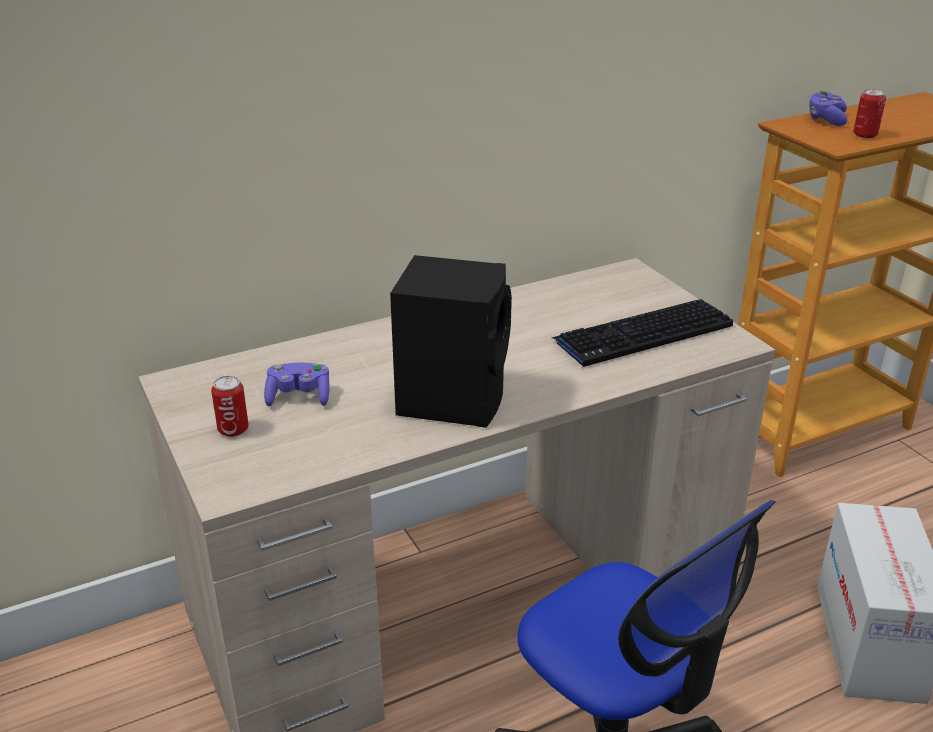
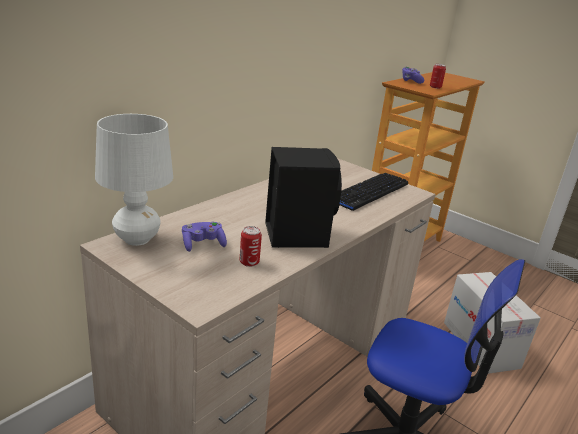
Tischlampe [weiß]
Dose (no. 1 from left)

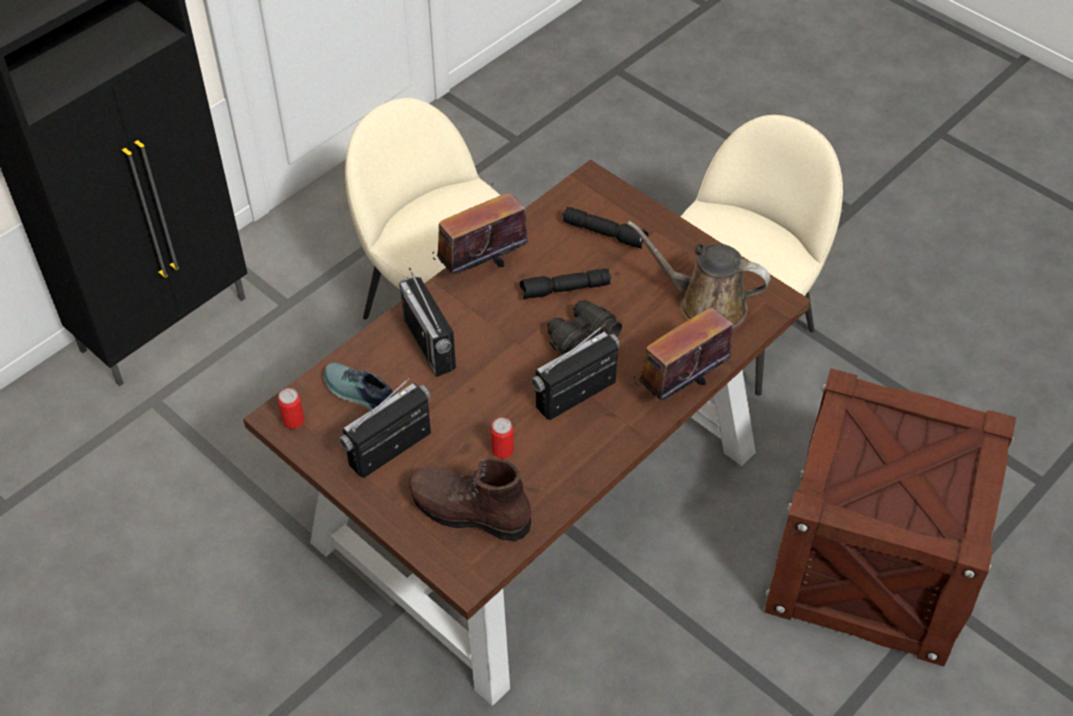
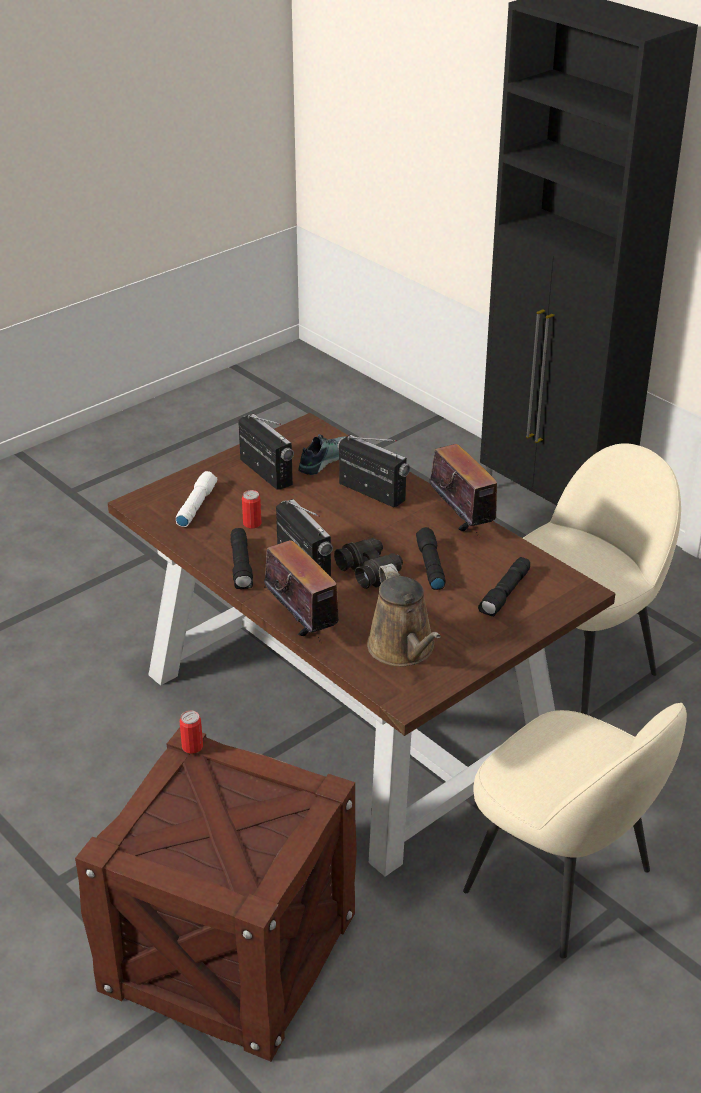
Taschenlampe [schwarz] (no. 1 from left)
Dose (no. 1 from left)
Taschenlampe [weiß]
Radio (no. 4 from left)
Gießkanne [braun]

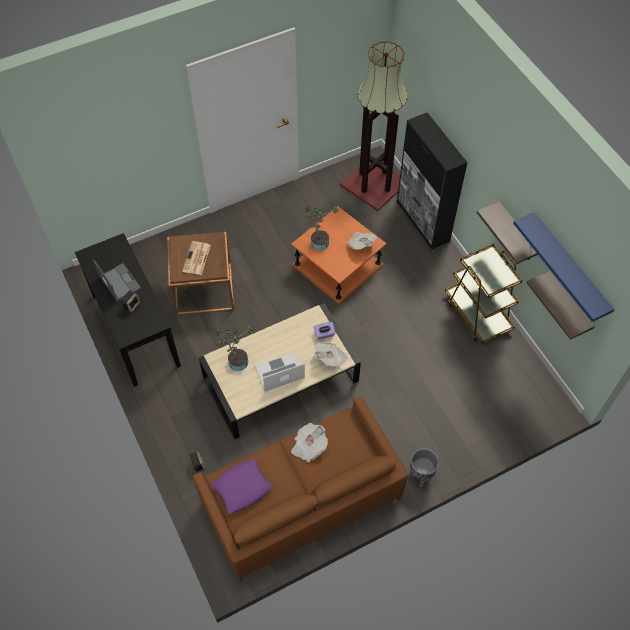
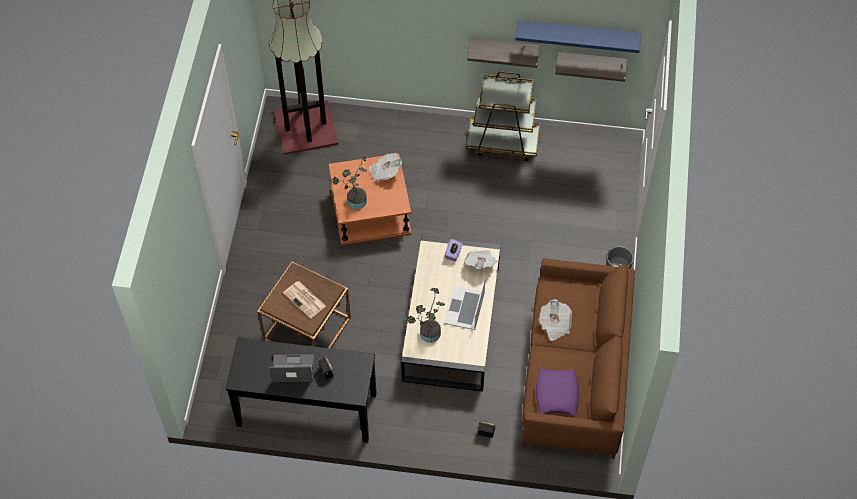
Schrank [schwarz]

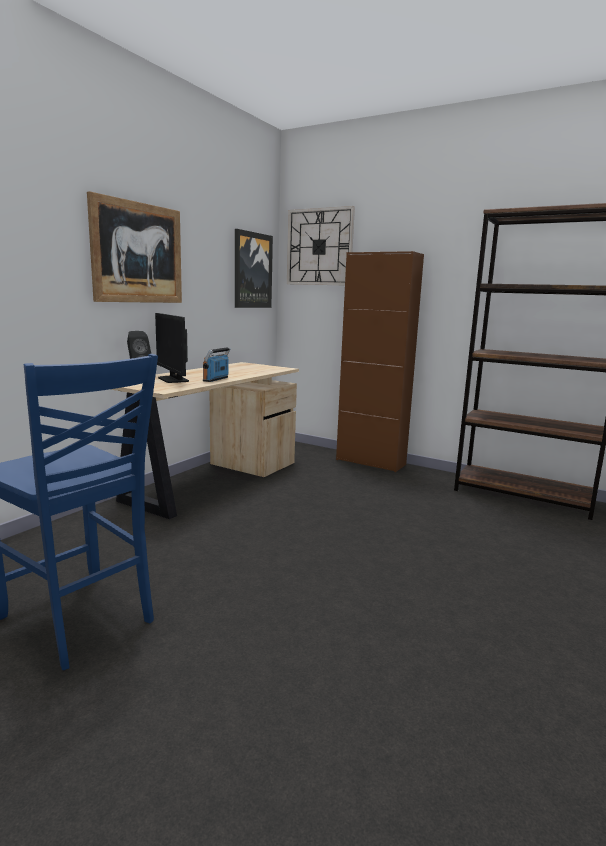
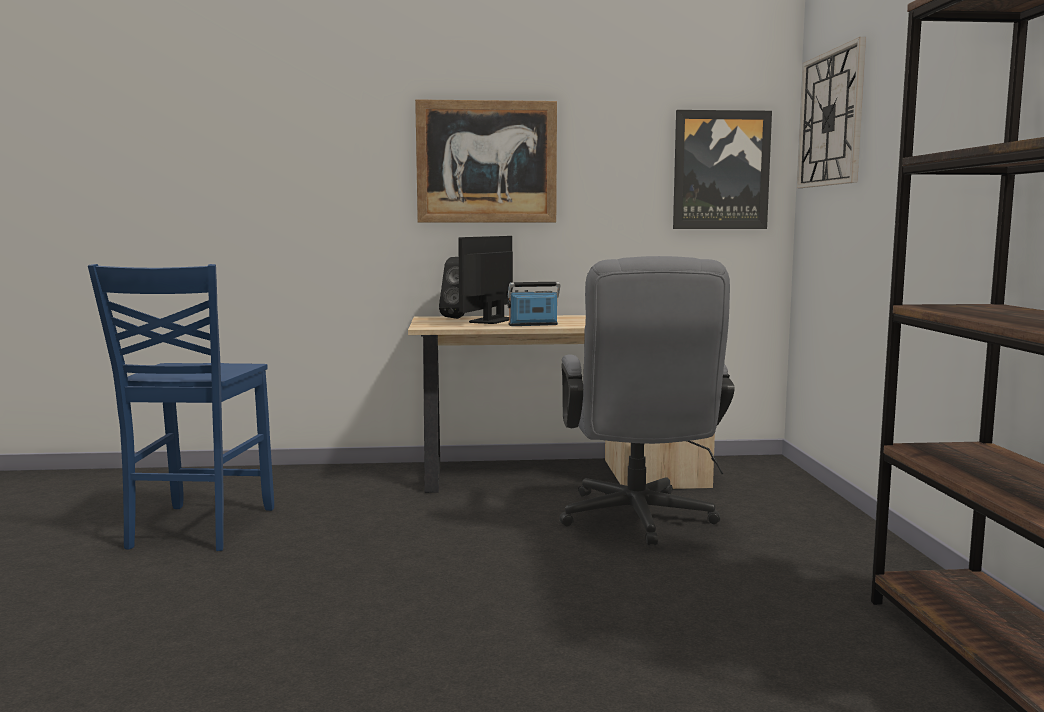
Schrank [braun]
Bürostuhl [grau]

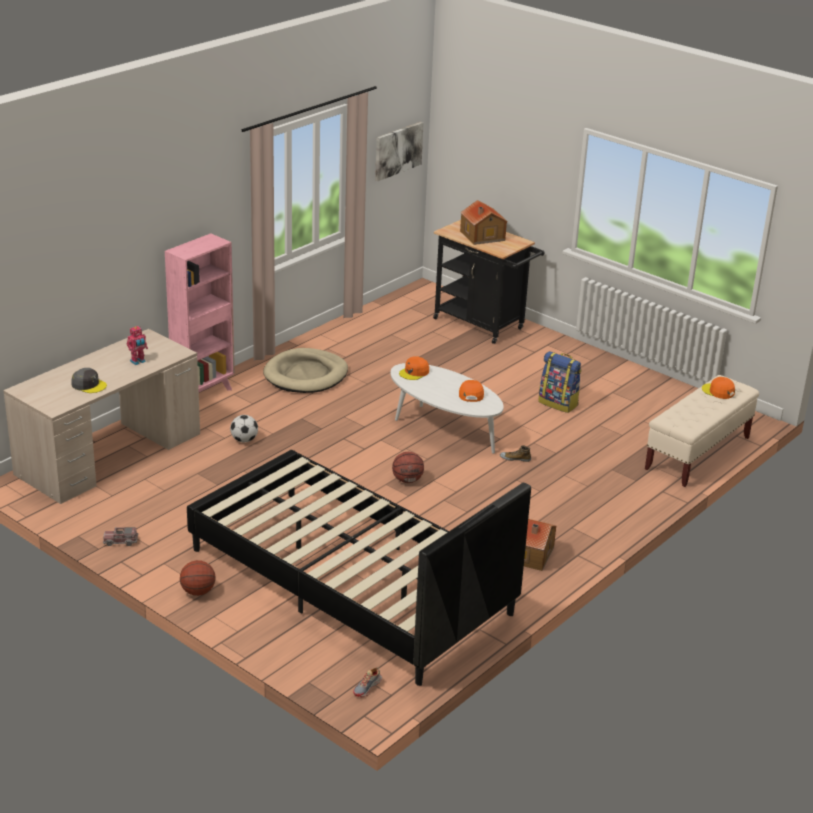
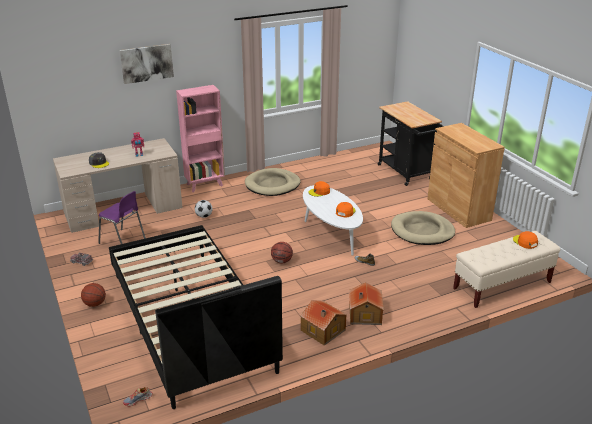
Stuhl [lila]
Schrank [braun]
Bild
Spielzeughaus (no. 2 from left)
Hundebett [beige] (no. 2 from left)

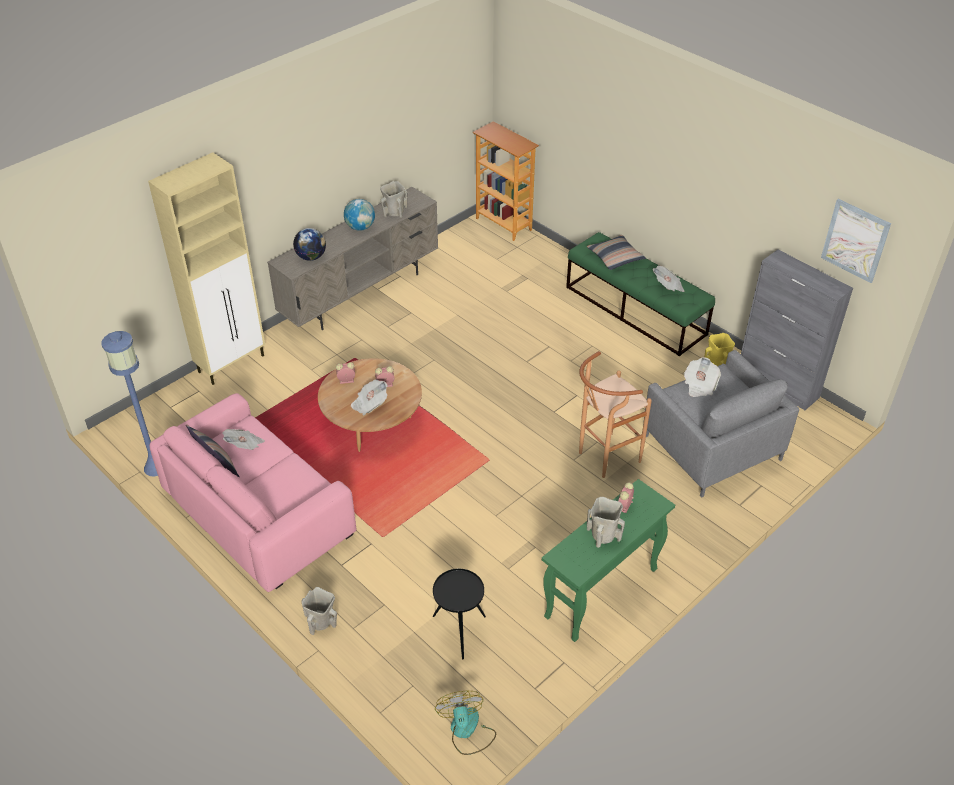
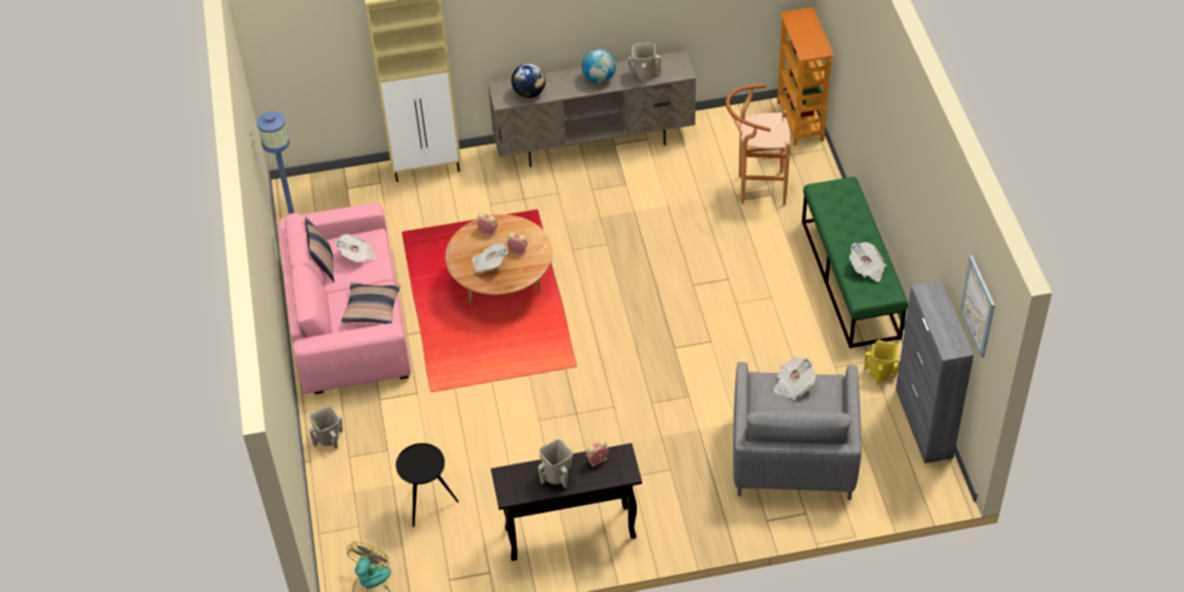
Hocker [braun]
Kissen (no. 2 from left)
Konsolentisch [schwarz]

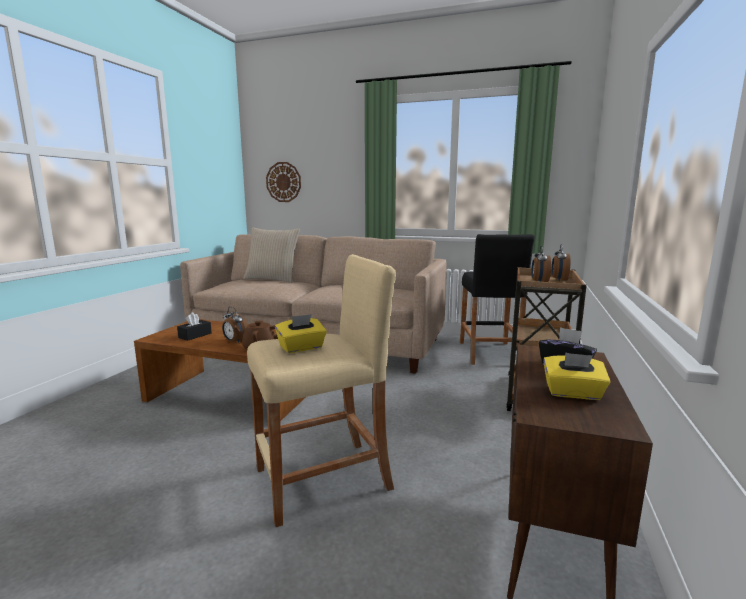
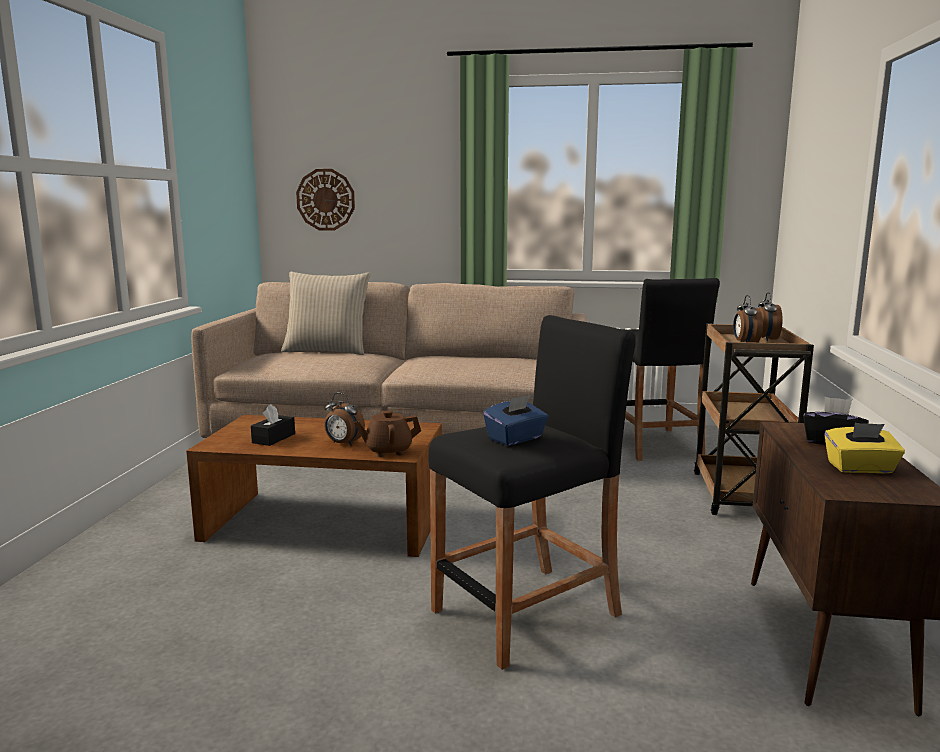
Hocker [schwarz] (no. 1 from left)
Taschentuchbox [blau]

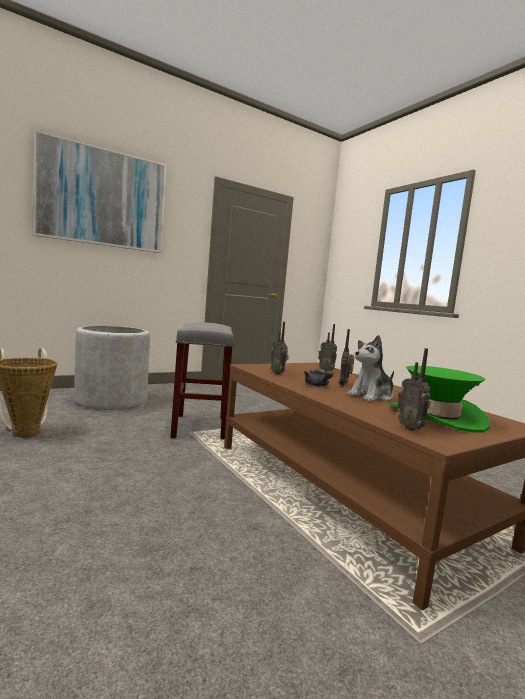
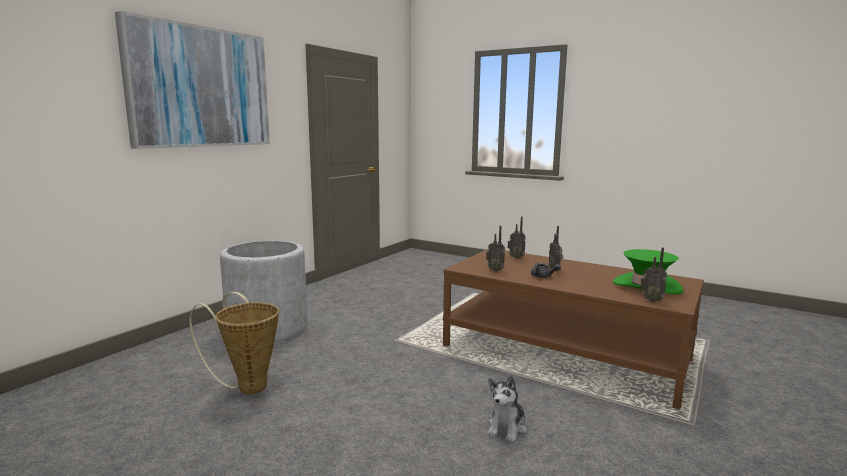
Hocker [grau]
Plüschtier

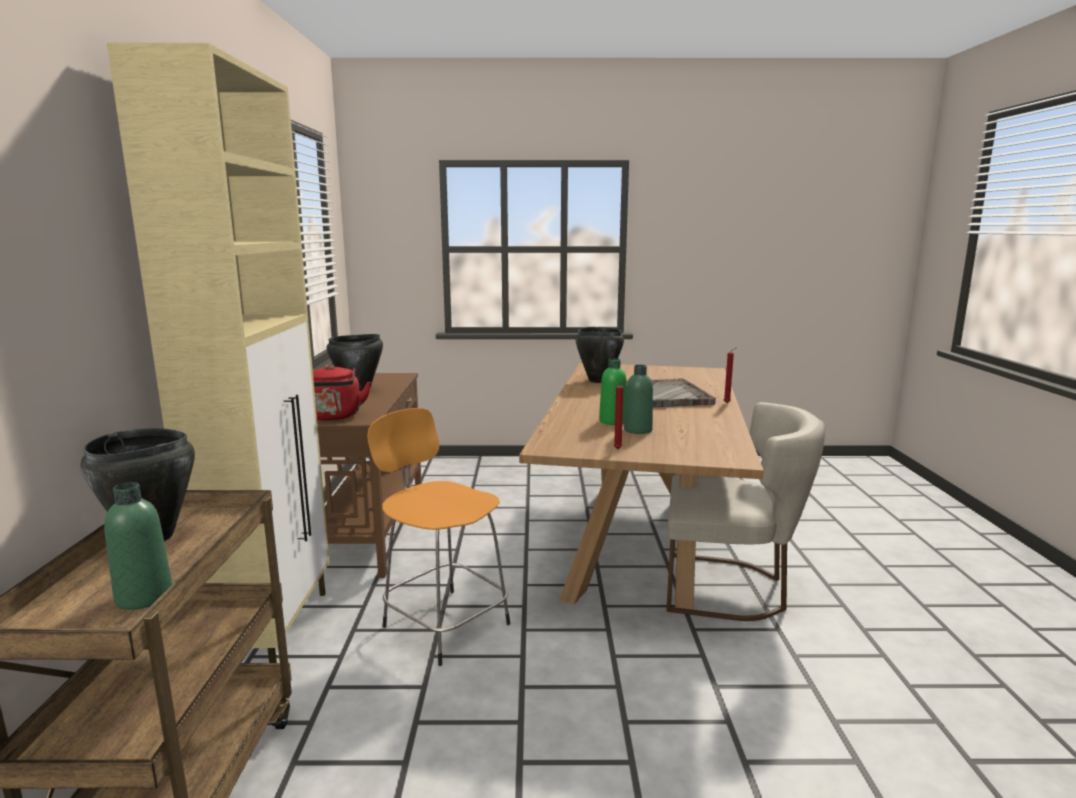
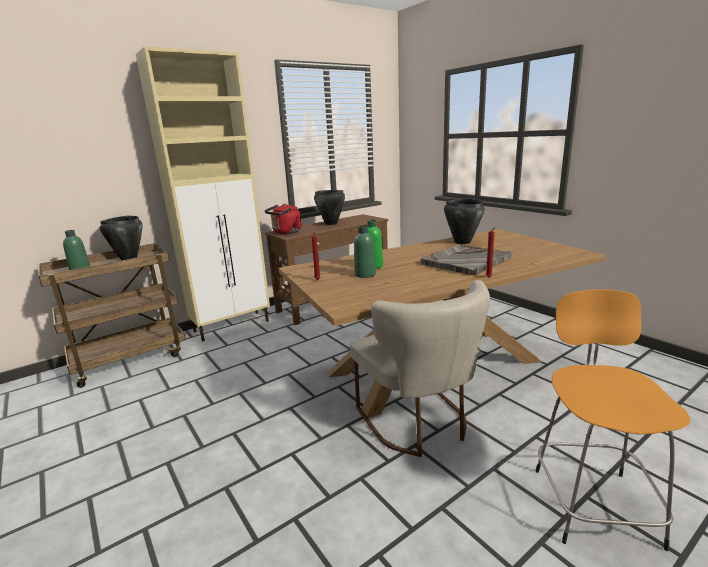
Hocker [orange]

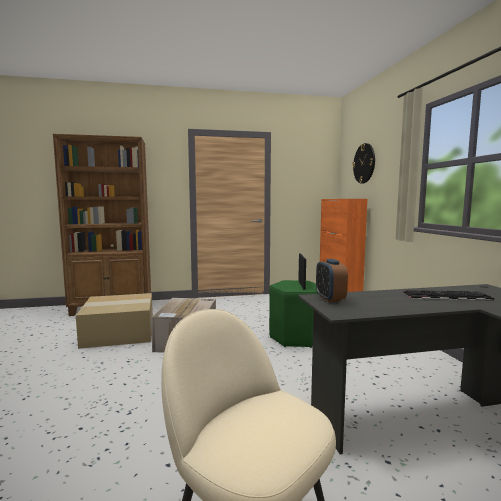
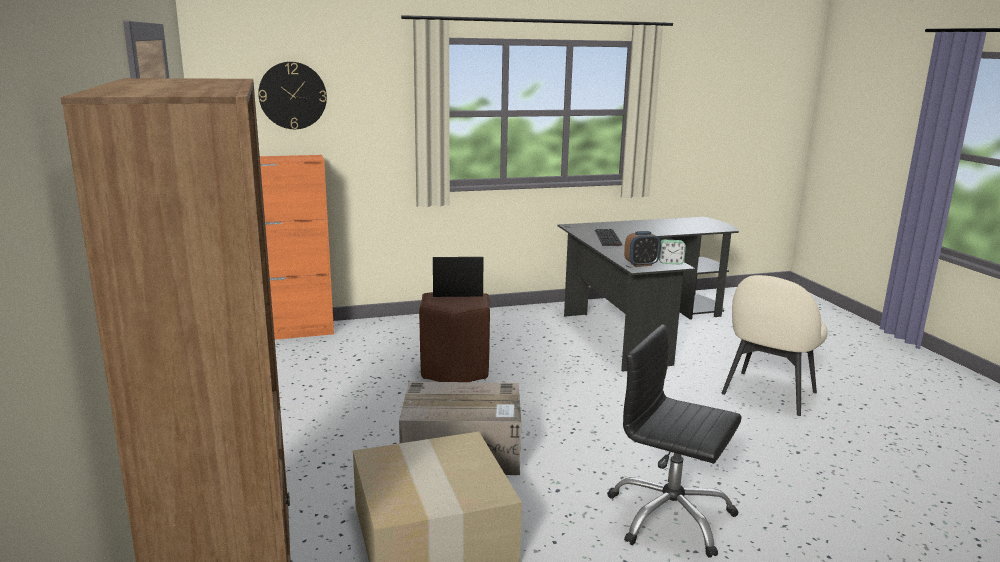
Bürostuhl [schwarz]
Wecker (no. 2 from left)
Hocker [braun]

